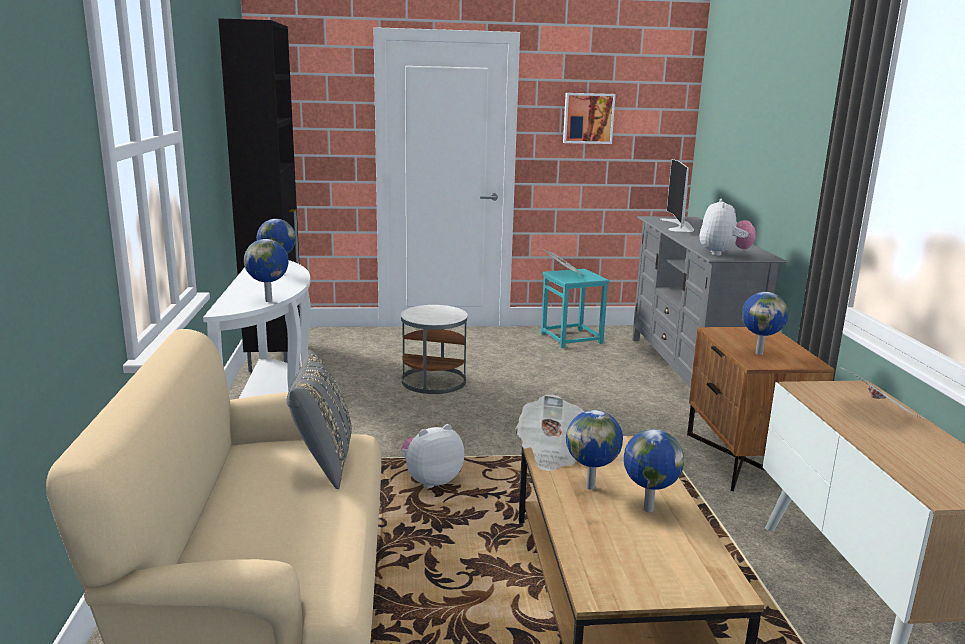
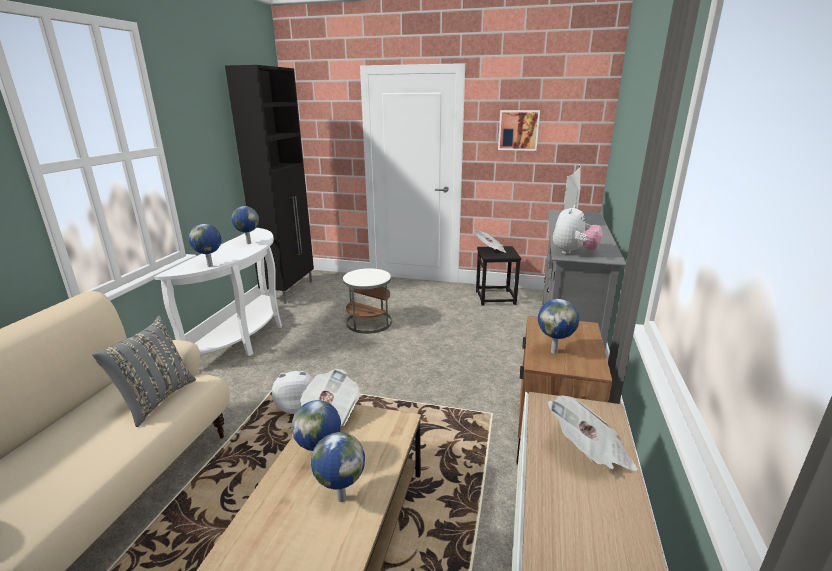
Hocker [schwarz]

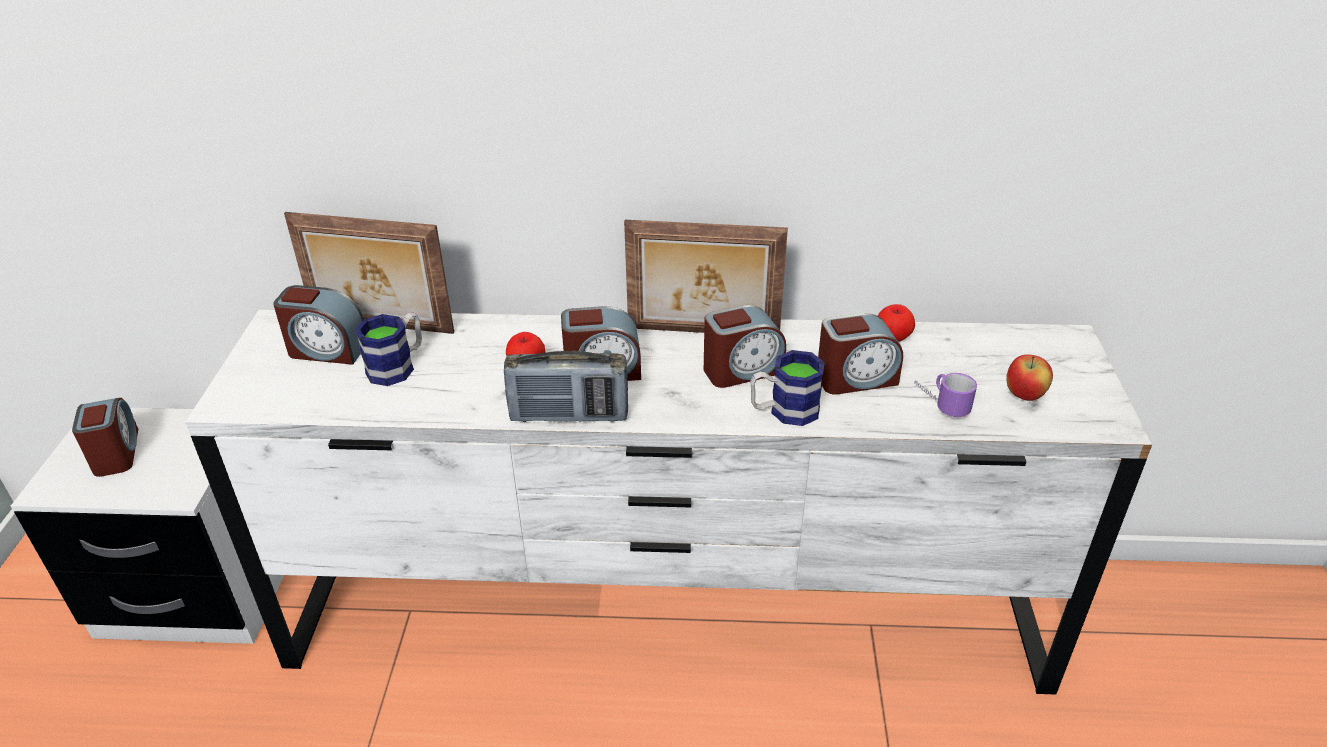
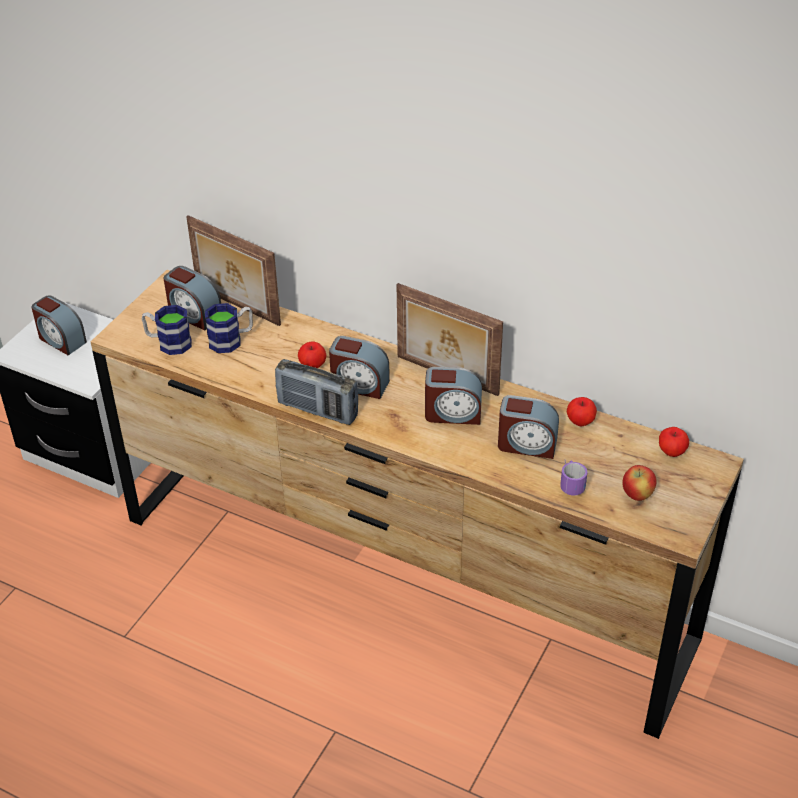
Apfel (no. 4 from left)
Henkelbecher (no. 1 from left)
Kommode [braun]
Wecker (no. 1 from left)

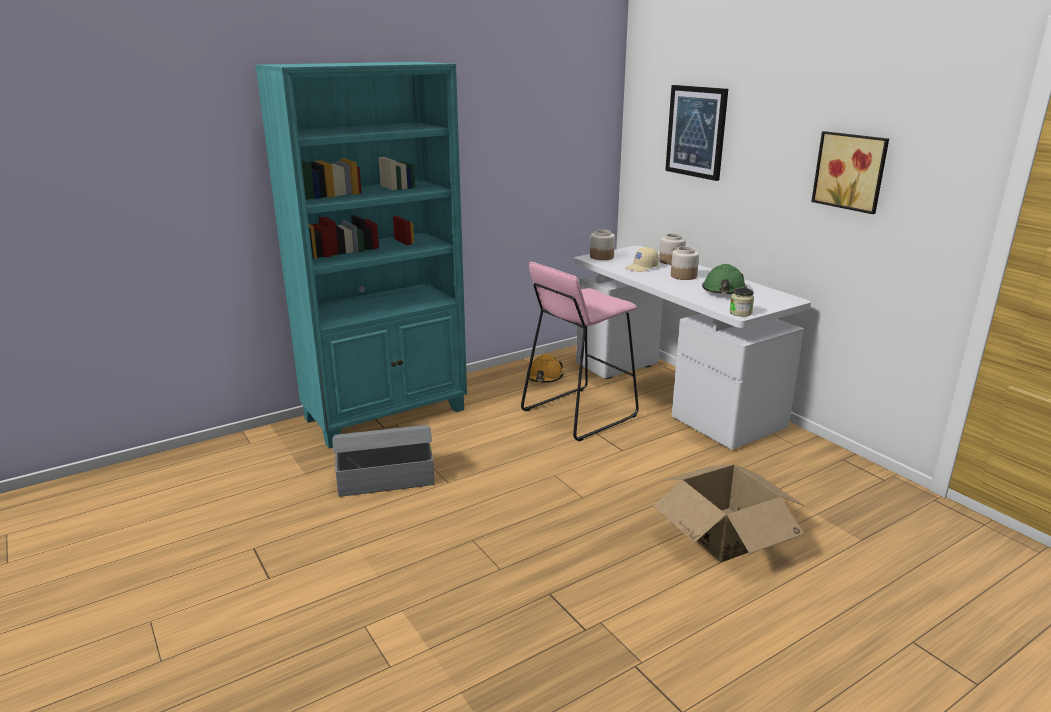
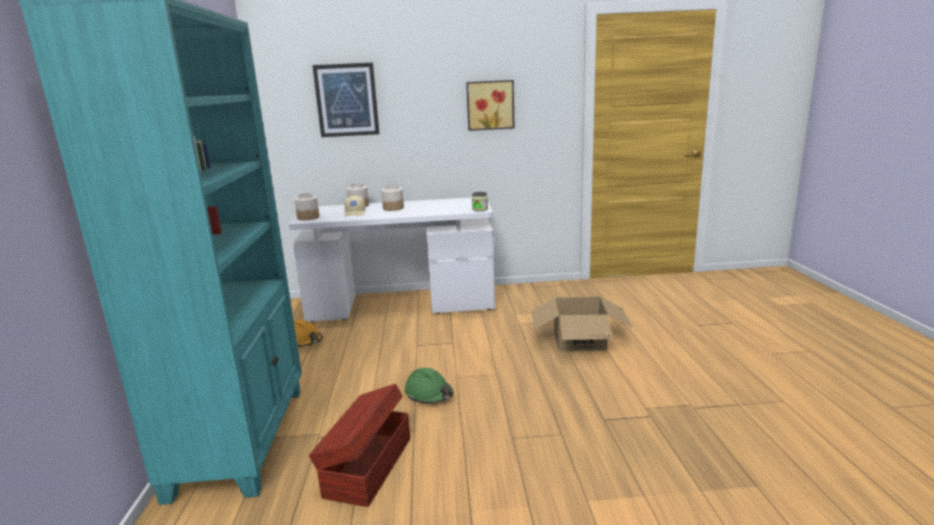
Hocker [rosa]
Schutzhelm [grün]
Aufbewahrungsbox [braun]

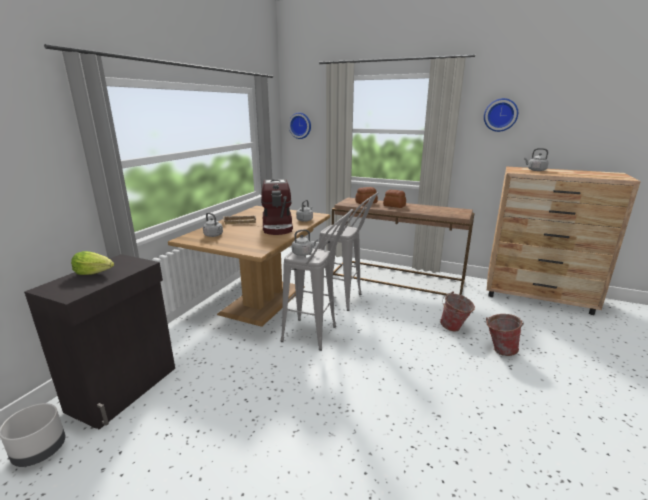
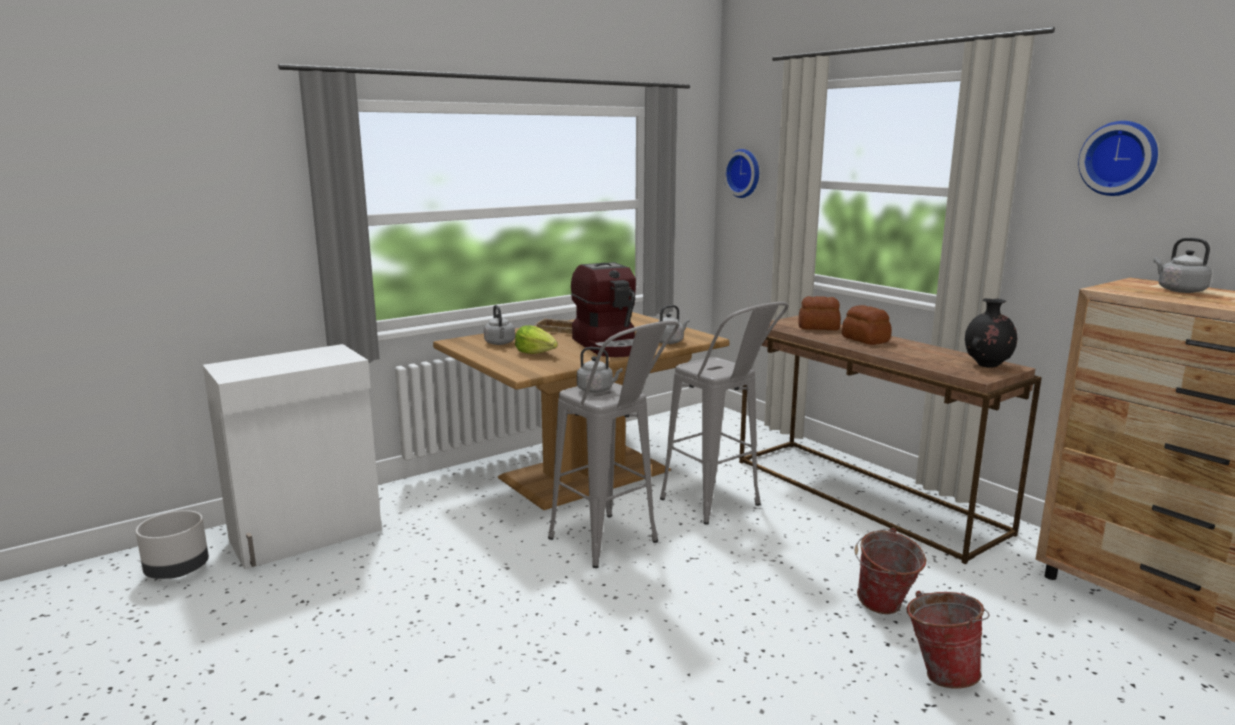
Vase [schwarz]
Salatkopf
Schrank [weiß]
Kaffeemaschine

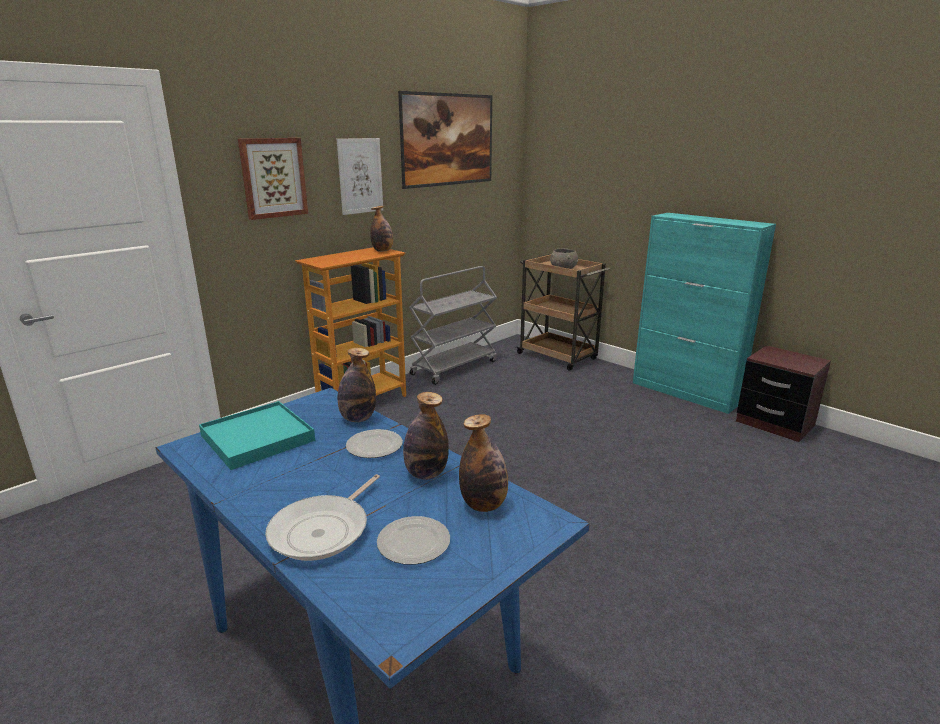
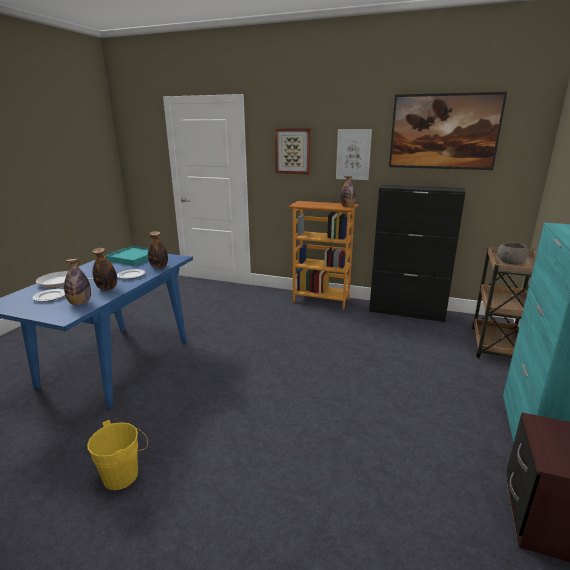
Eimer [gelb]
Schrank [schwarz]

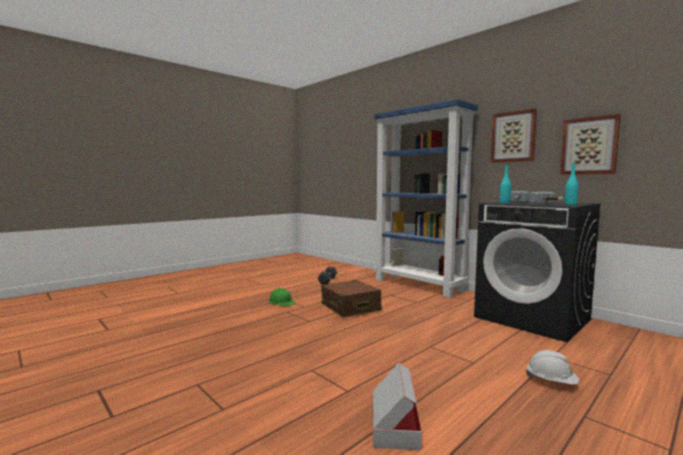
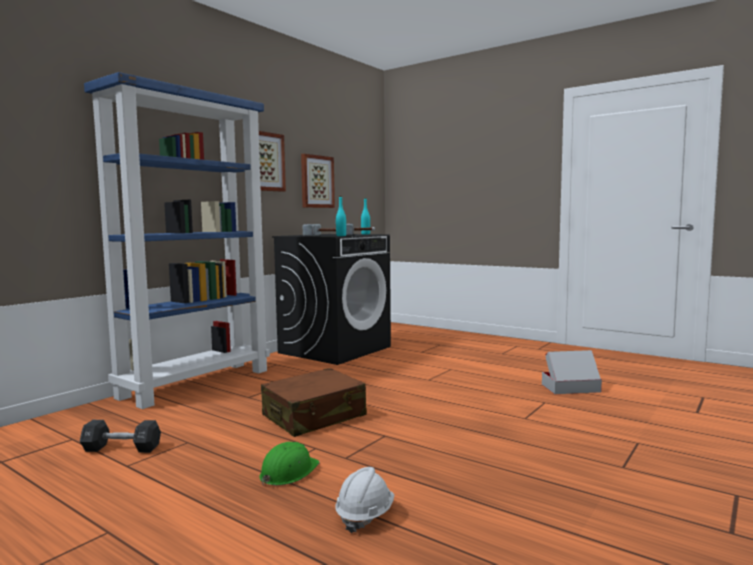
Schutzhelm [weiß]

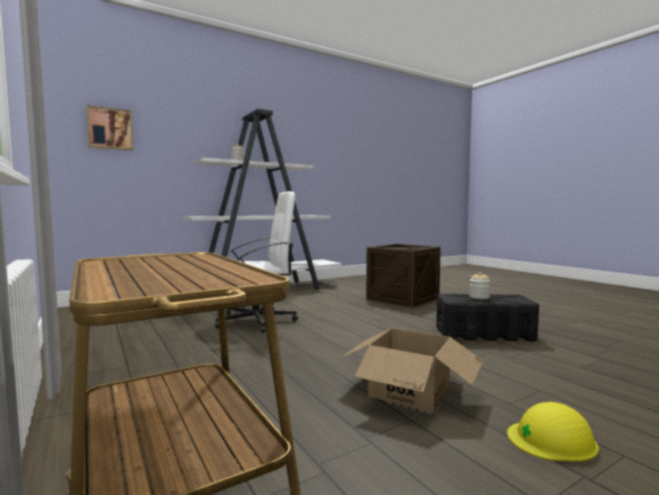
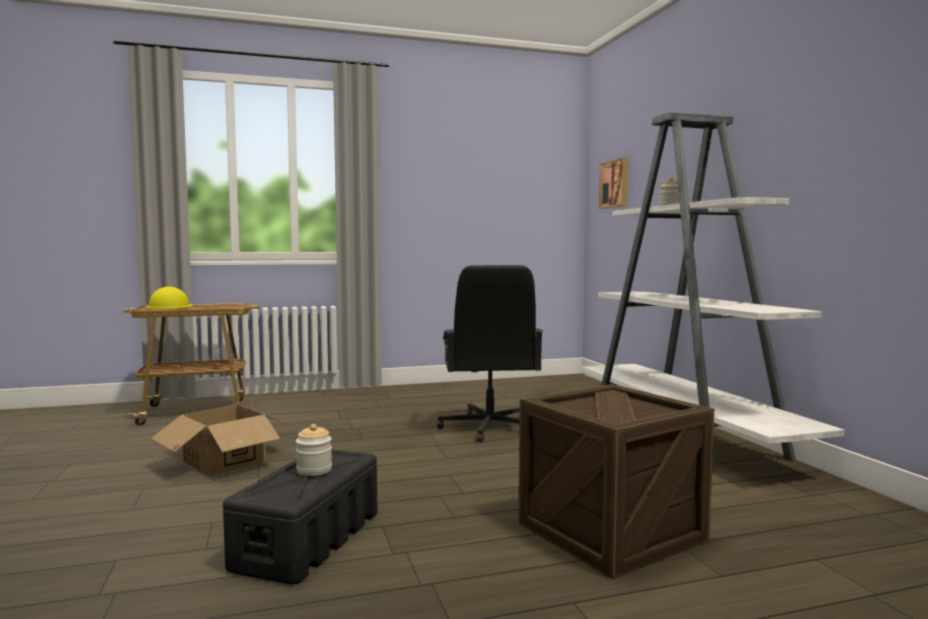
Schutzhelm [gelb]
Bürostuhl [schwarz]

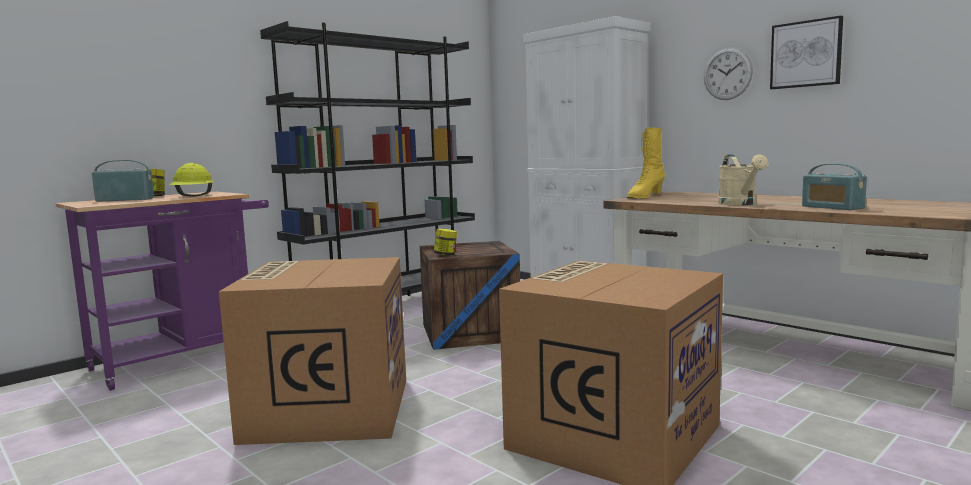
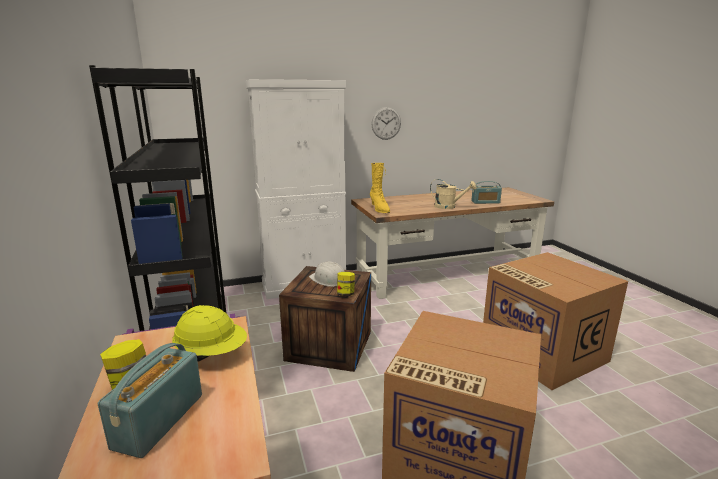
Bild
Schutzhelm [weiß]

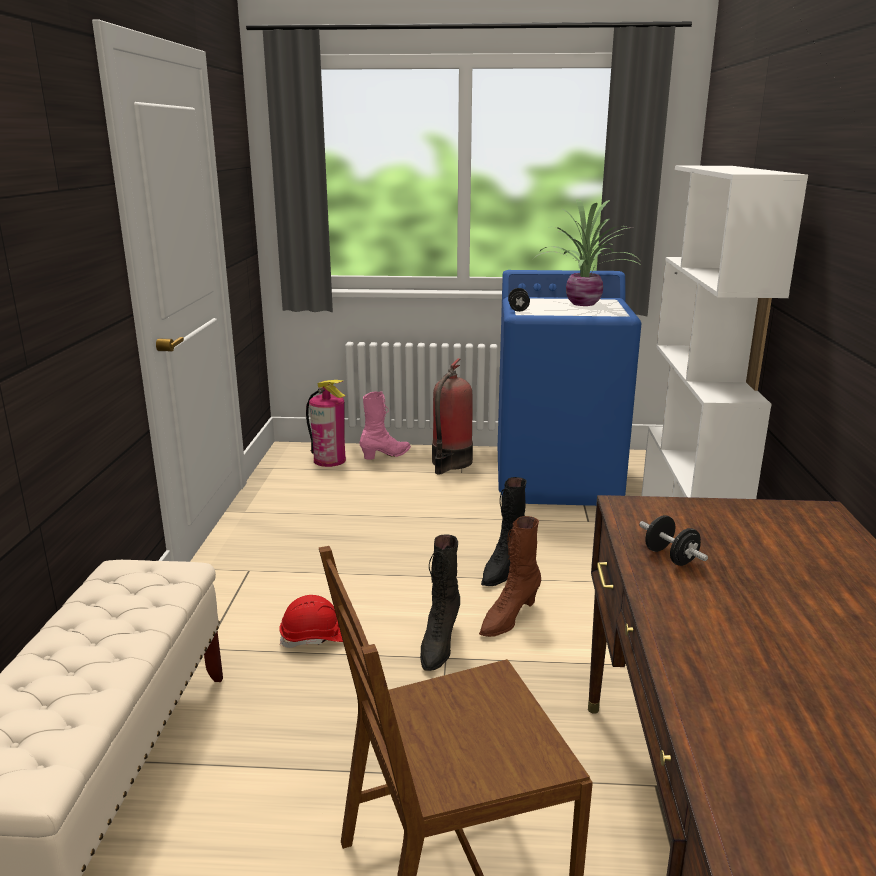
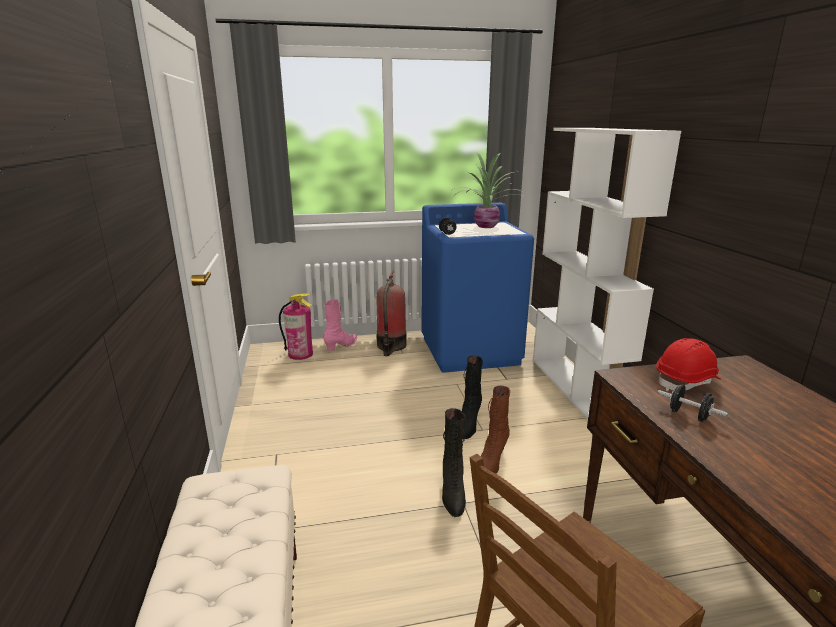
Schutzhelm [rot]

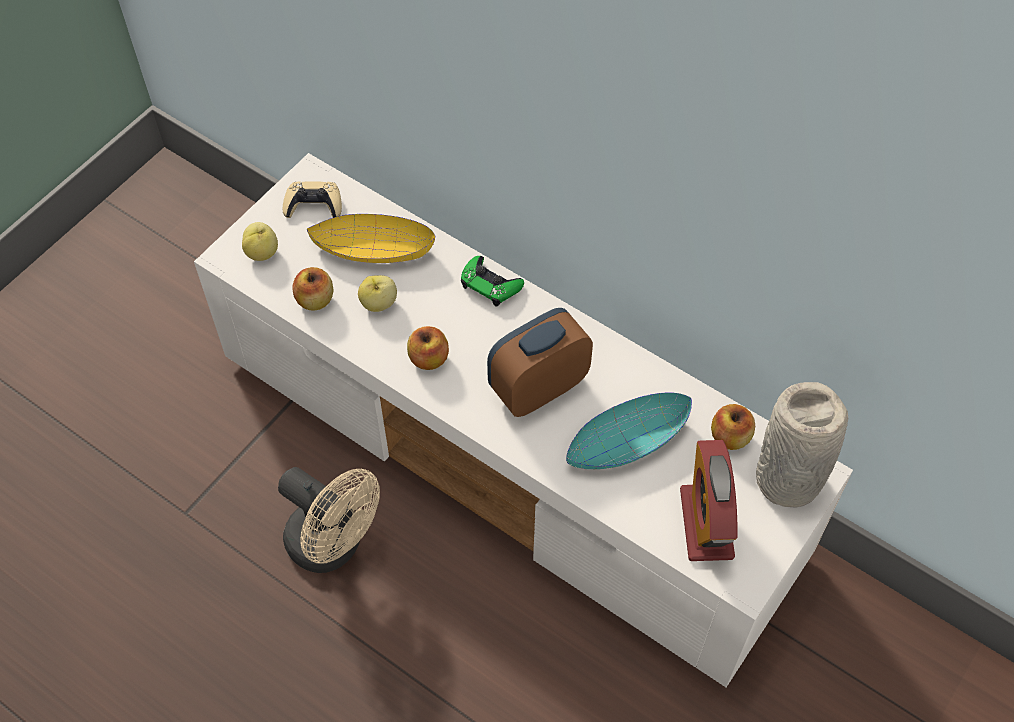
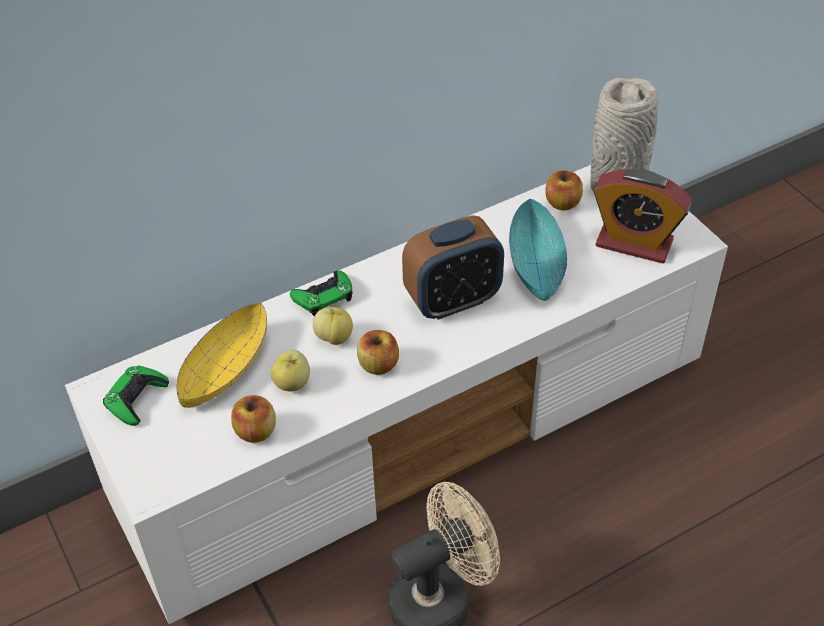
Apfel (no. 3 from left)
Gamepad [grün] (no. 1 from left)
Wecker (no. 1 from left)

